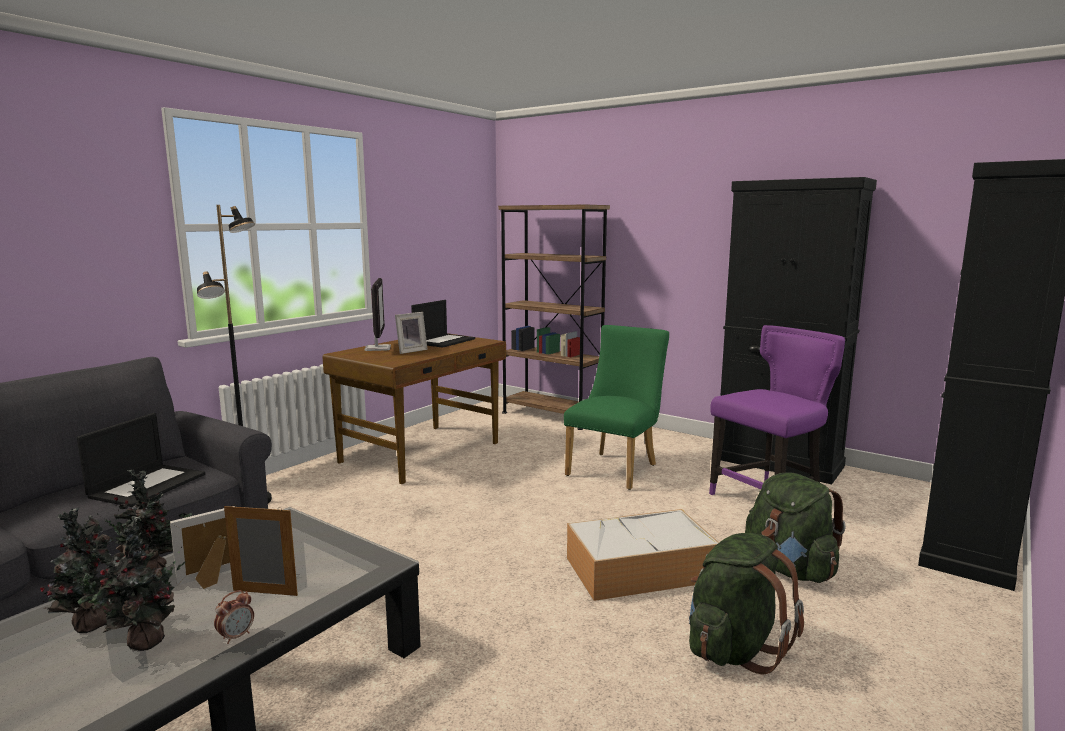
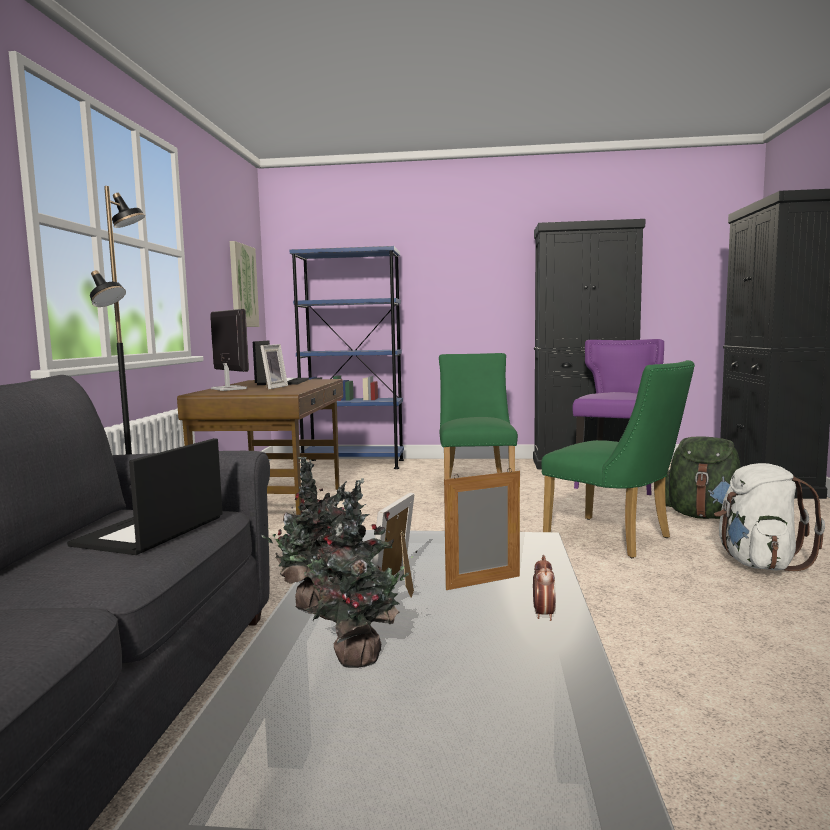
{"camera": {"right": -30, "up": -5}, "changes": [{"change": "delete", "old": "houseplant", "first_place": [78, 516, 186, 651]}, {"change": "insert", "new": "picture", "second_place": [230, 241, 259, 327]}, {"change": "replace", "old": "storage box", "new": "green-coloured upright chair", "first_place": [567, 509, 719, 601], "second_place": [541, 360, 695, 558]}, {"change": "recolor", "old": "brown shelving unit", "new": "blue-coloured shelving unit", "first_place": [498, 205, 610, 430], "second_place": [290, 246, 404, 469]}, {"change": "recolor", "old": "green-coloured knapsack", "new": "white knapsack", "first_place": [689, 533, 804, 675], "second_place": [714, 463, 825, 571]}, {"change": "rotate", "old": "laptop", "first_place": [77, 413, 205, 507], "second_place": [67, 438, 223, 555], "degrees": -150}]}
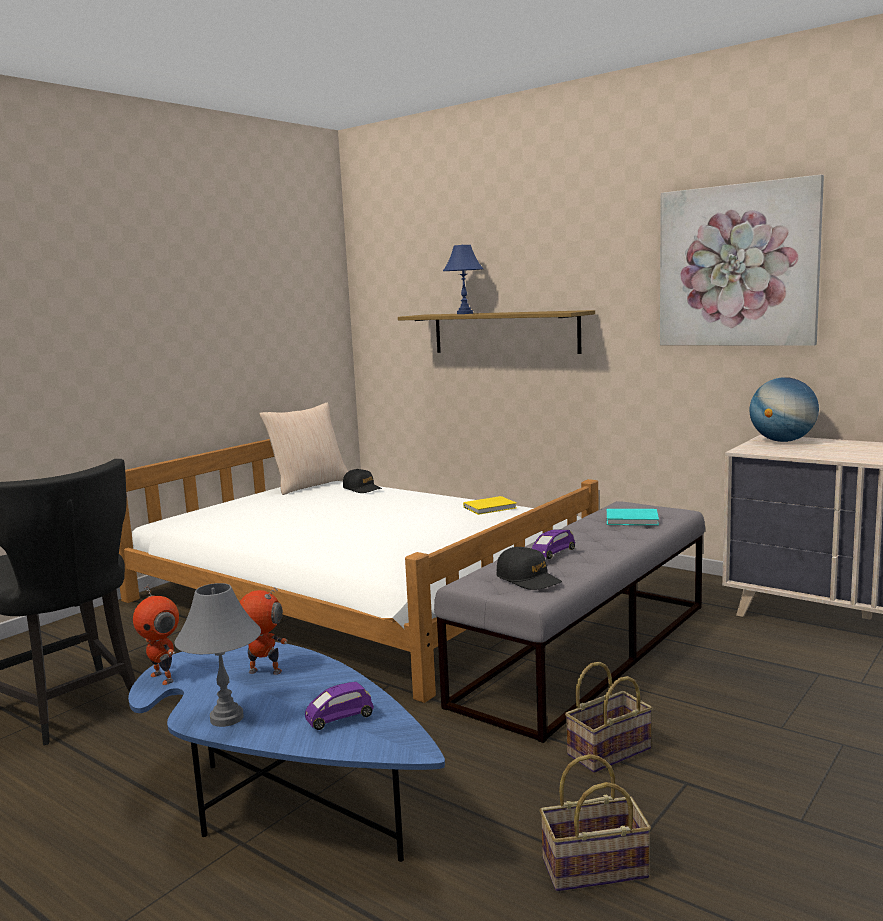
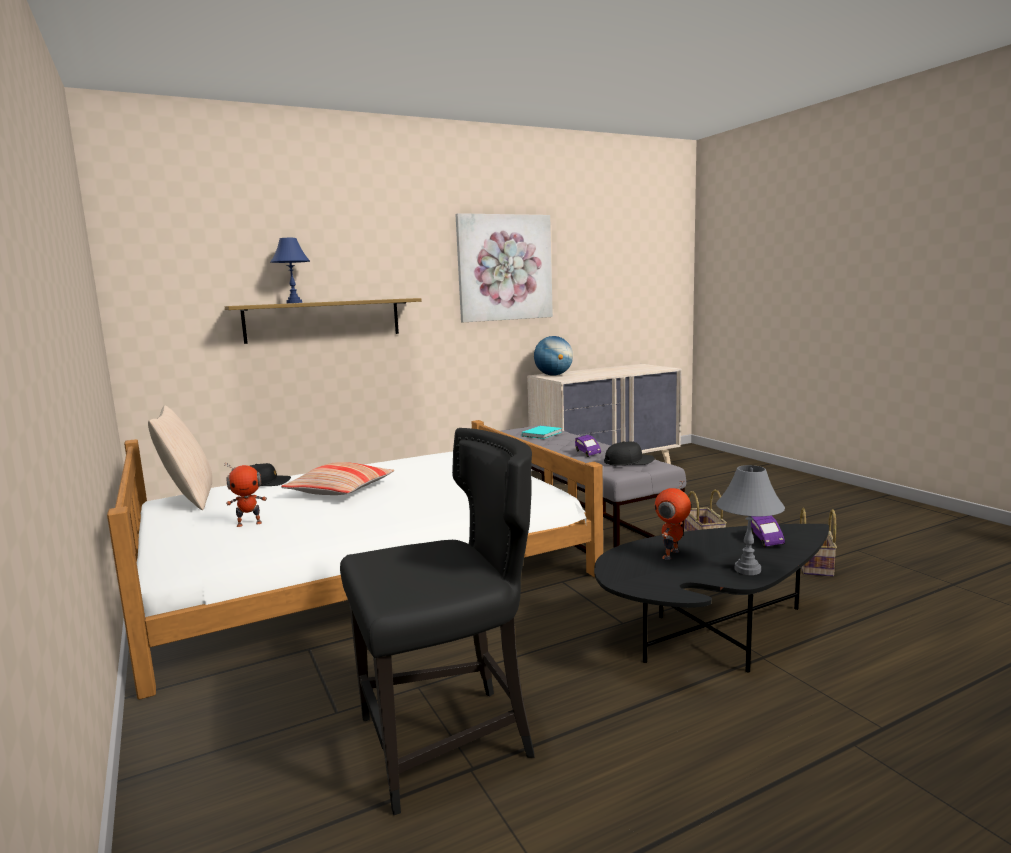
{"camera": {"right": -65, "up": 0}, "changes": [{"change": "delete", "old": "yellow volume", "first_place": [463, 496, 517, 515]}, {"change": "insert", "new": "pillow", "second_place": [281, 462, 394, 495]}, {"change": "move", "old": "model robot", "first_place": [133, 584, 179, 685], "second_place": [224, 462, 267, 527]}, {"change": "recolor", "old": "blue-coloured low table", "new": "black-coloured low table", "first_place": [128, 642, 445, 862], "second_place": [594, 524, 829, 672]}]}
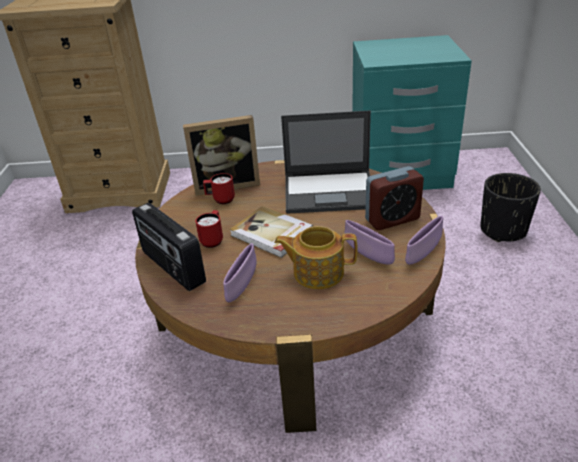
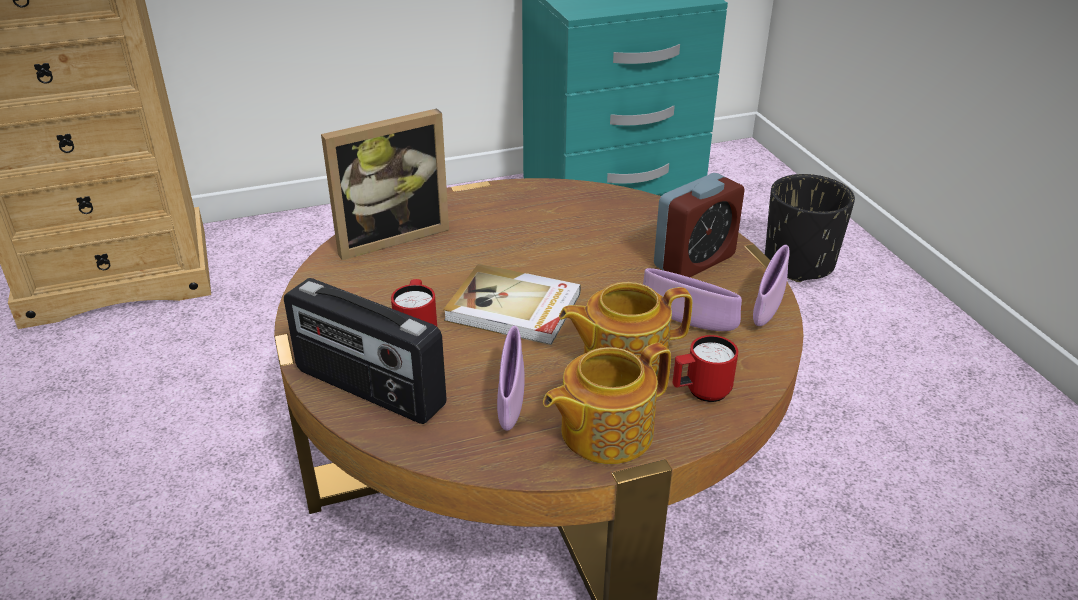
{"camera": {"right": -20, "up": 0}, "changes": [{"change": "delete", "old": "laptop", "first_place": [281, 110, 371, 214]}, {"change": "insert", "new": "tea pot", "second_place": [543, 343, 671, 464]}, {"change": "move", "old": "reddish tea mug", "first_place": [203, 173, 235, 204], "second_place": [673, 335, 738, 402]}]}
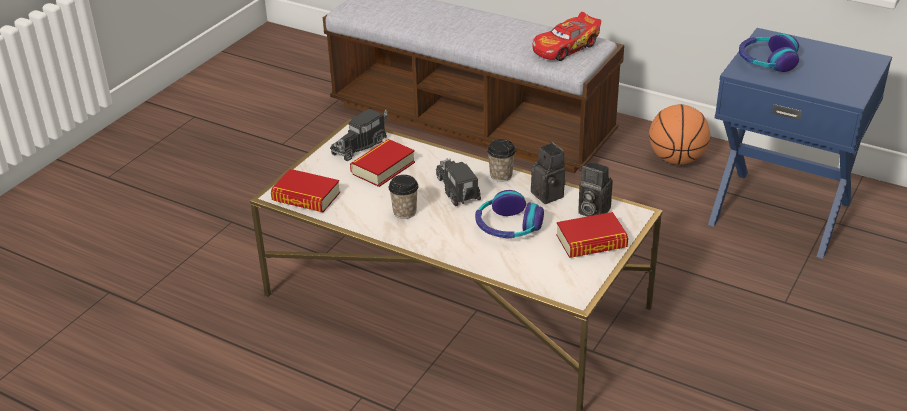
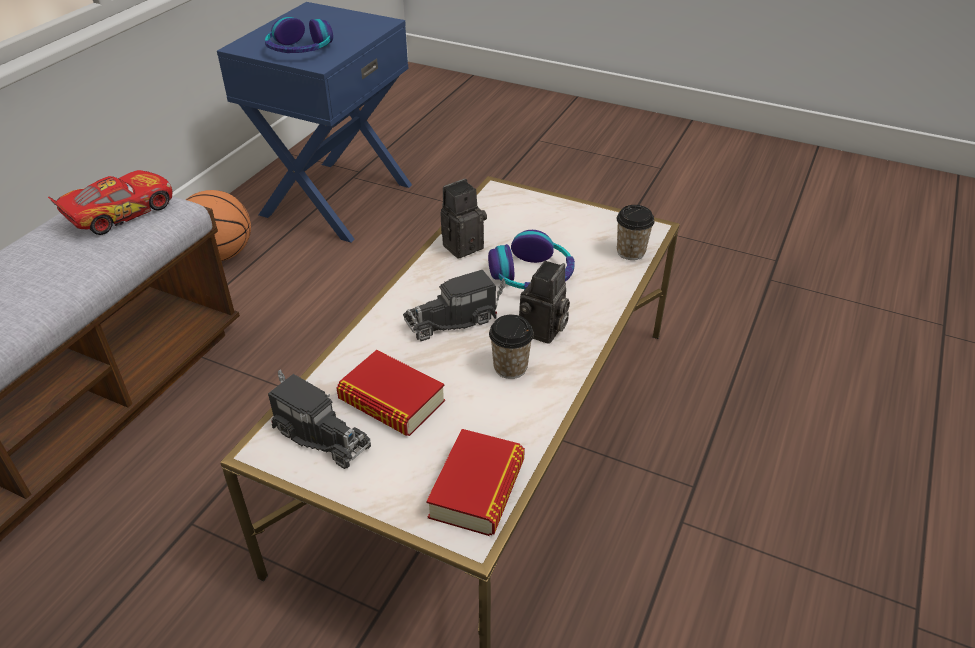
{"camera": {"right": -95, "up": 5}, "changes": [{"change": "delete", "old": "volume", "first_place": [556, 212, 628, 258]}, {"change": "move", "old": "cup", "first_place": [487, 139, 516, 182], "second_place": [617, 205, 655, 260]}, {"change": "move", "old": "still camera", "first_place": [578, 161, 613, 217], "second_place": [519, 261, 570, 344]}, {"change": "rotate", "old": "toy car", "first_place": [532, 12, 601, 61], "second_place": [48, 170, 172, 235], "degrees": -90}]}
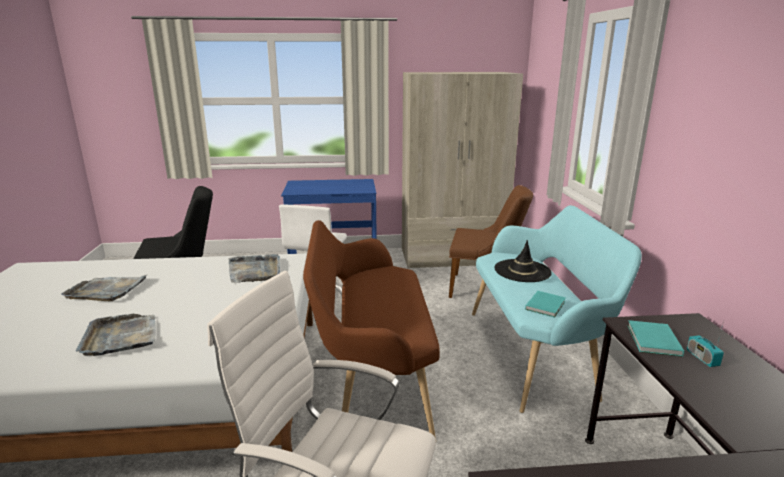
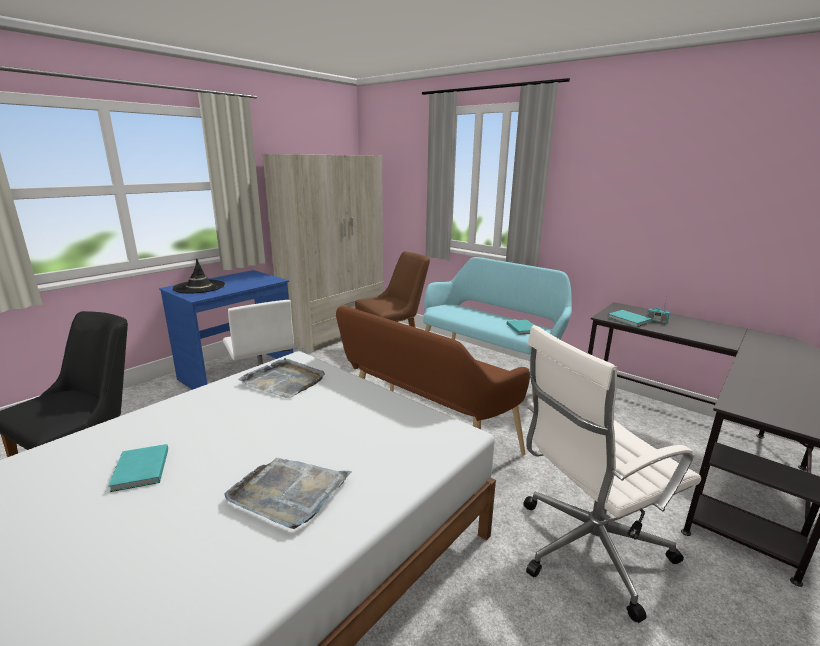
{"camera": {"right": -45, "up": 0}, "changes": [{"change": "move", "old": "black-coloured hat", "first_place": [495, 240, 552, 282], "second_place": [173, 258, 225, 294]}, {"change": "replace", "old": "grey serving tray", "new": "turquoise-coloured volume", "first_place": [61, 275, 147, 301], "second_place": [108, 444, 168, 492]}]}
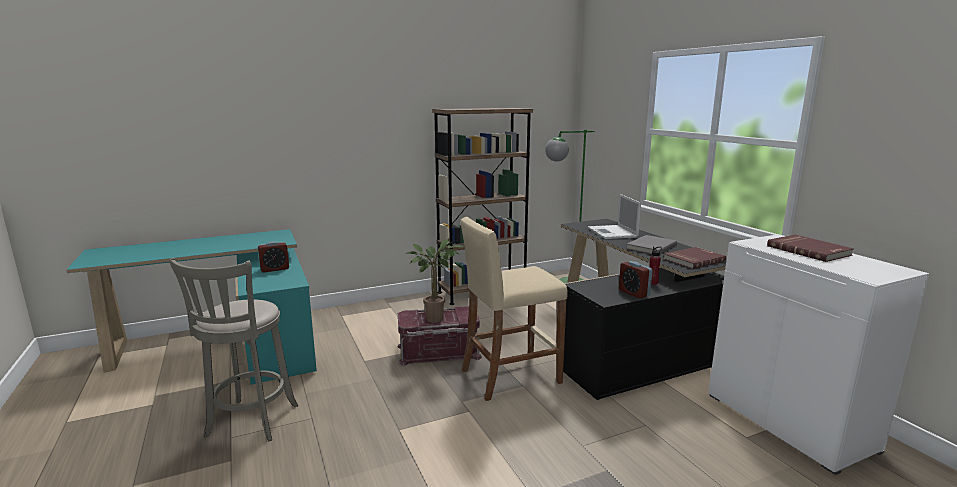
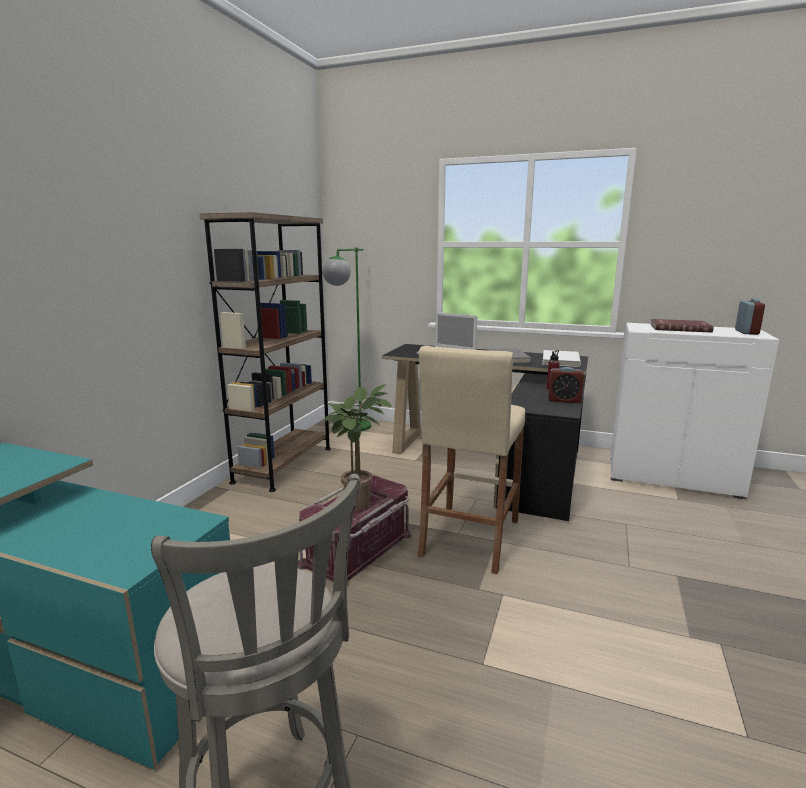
{"camera": {"right": -45, "up": 0}, "changes": [{"change": "move", "old": "table clock", "first_place": [258, 241, 289, 272], "second_place": [735, 298, 765, 335]}, {"change": "recolor", "old": "reddish volume", "new": "white volume", "first_place": [664, 247, 726, 269], "second_place": [542, 350, 581, 367]}]}
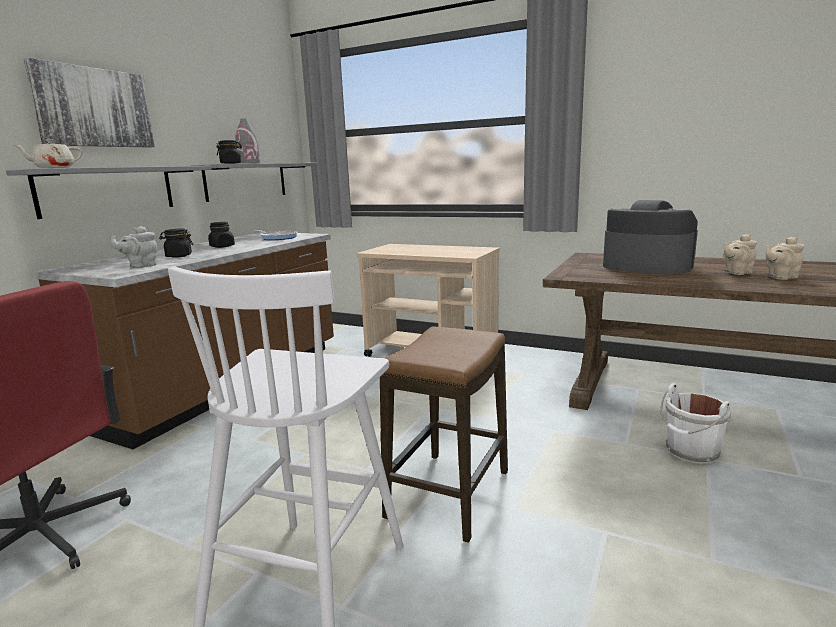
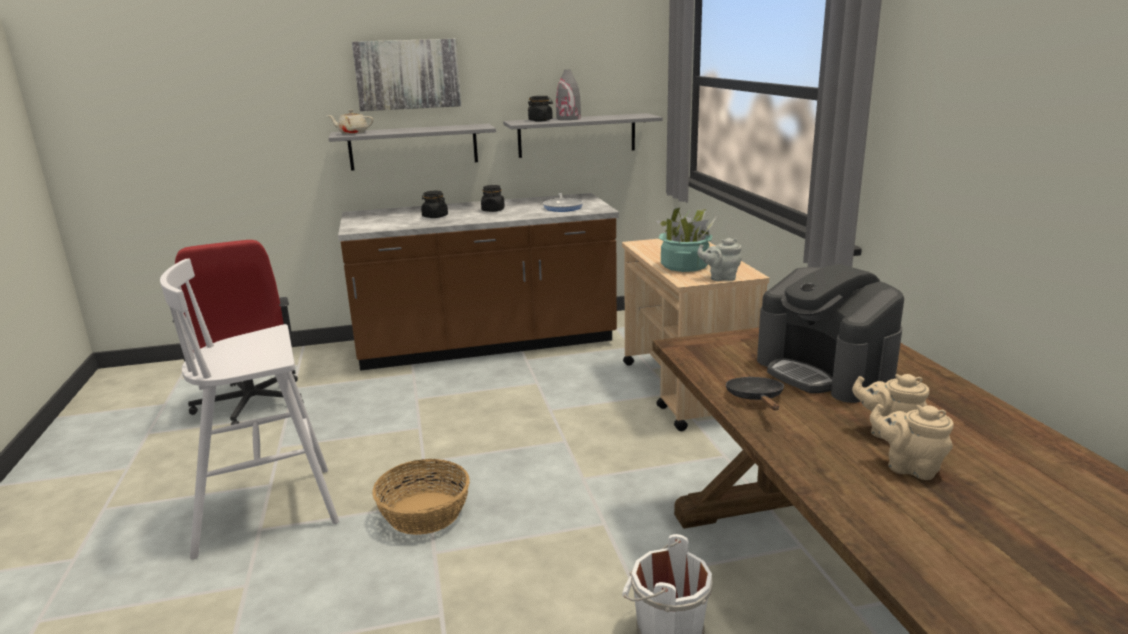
{"camera": {"right": 50, "up": 5}, "changes": [{"change": "insert", "new": "houseplant", "second_place": [657, 207, 716, 272]}, {"change": "insert", "new": "black-coloured pan", "second_place": [726, 377, 784, 410]}, {"change": "move", "old": "grey tea pot", "first_place": [111, 226, 157, 268], "second_place": [697, 238, 742, 281]}, {"change": "replace", "old": "stool seat", "new": "storage basket", "first_place": [380, 326, 508, 543], "second_place": [372, 459, 470, 535]}, {"change": "rotate", "old": "coffee maker", "first_place": [603, 200, 698, 274], "second_place": [757, 264, 904, 403], "degrees": 150}]}
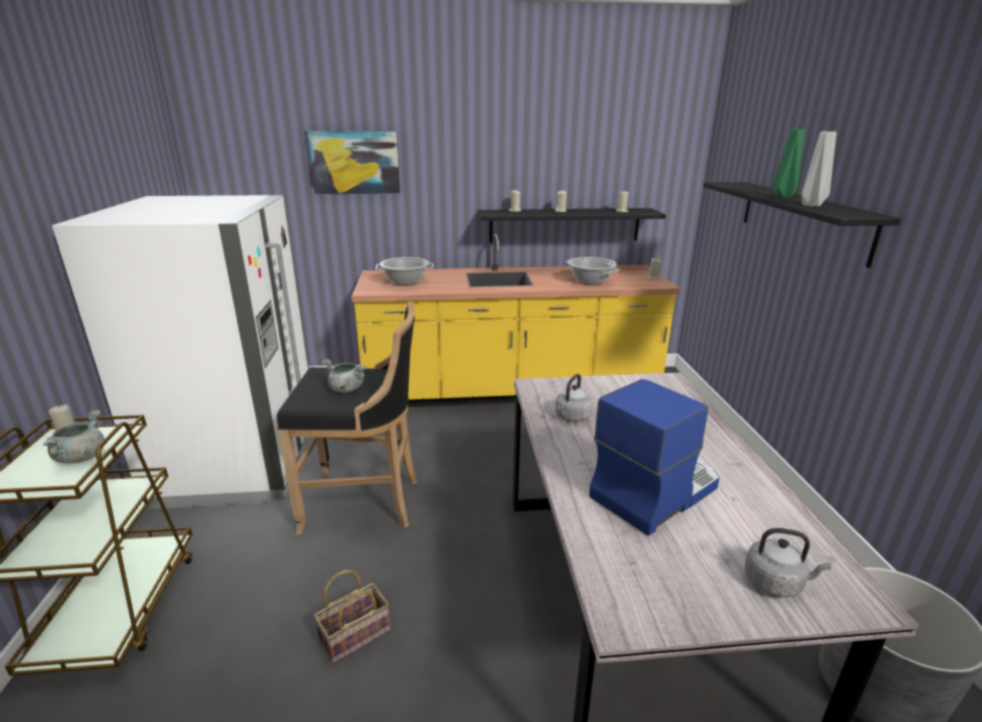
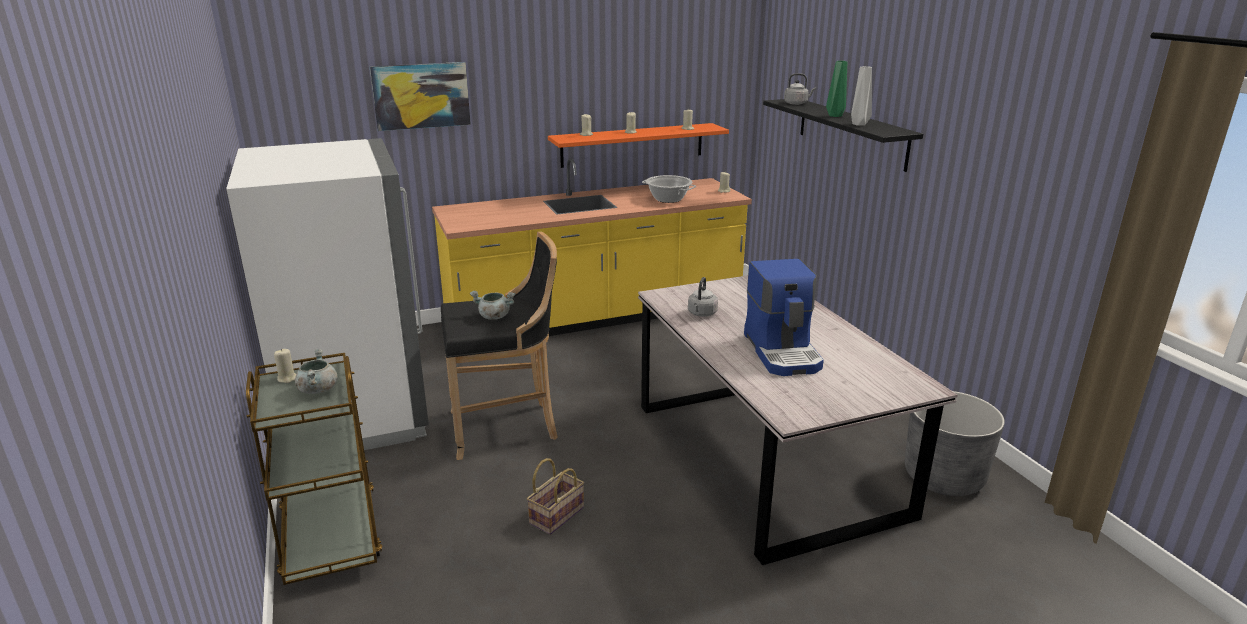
{"camera": {"right": -15, "up": 0}, "changes": [{"change": "delete", "old": "stockpot", "first_place": [375, 257, 434, 286]}, {"change": "move", "old": "grey tea kettle", "first_place": [745, 528, 831, 597], "second_place": [784, 73, 816, 105]}, {"change": "recolor", "old": "black-coloured shelf", "new": "orange shelf", "first_place": [477, 208, 666, 243], "second_place": [548, 123, 729, 168]}, {"change": "rotate", "old": "coffee maker", "first_place": [589, 379, 720, 536], "second_place": [744, 259, 824, 376], "degrees": 135}]}
